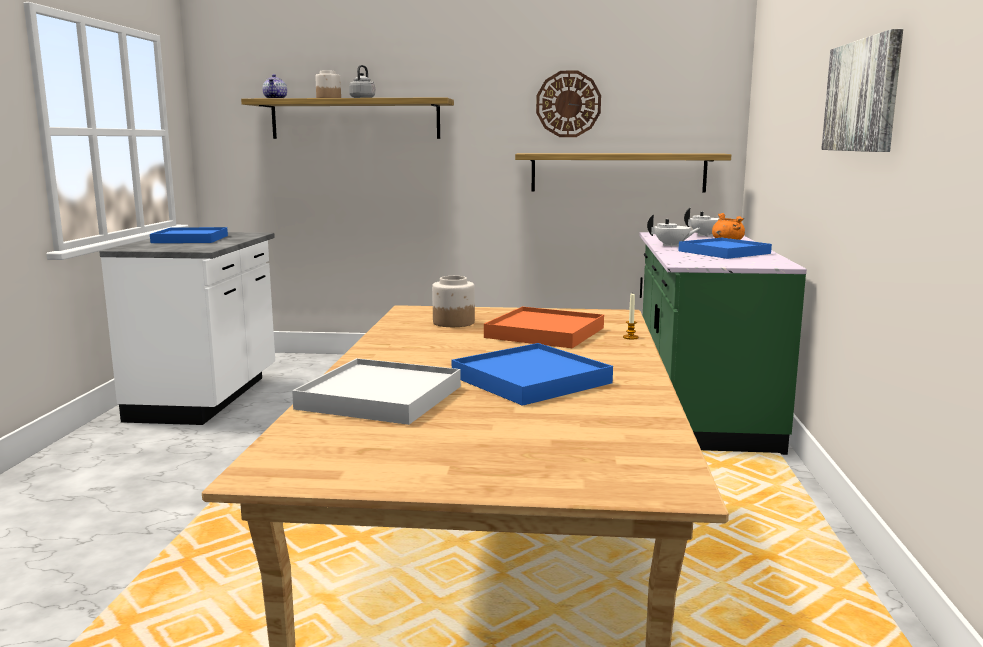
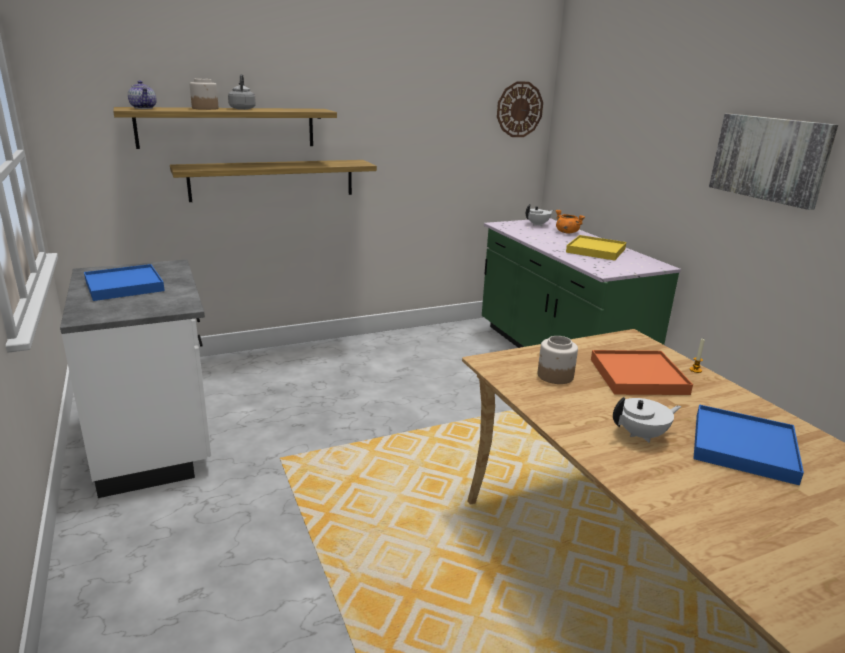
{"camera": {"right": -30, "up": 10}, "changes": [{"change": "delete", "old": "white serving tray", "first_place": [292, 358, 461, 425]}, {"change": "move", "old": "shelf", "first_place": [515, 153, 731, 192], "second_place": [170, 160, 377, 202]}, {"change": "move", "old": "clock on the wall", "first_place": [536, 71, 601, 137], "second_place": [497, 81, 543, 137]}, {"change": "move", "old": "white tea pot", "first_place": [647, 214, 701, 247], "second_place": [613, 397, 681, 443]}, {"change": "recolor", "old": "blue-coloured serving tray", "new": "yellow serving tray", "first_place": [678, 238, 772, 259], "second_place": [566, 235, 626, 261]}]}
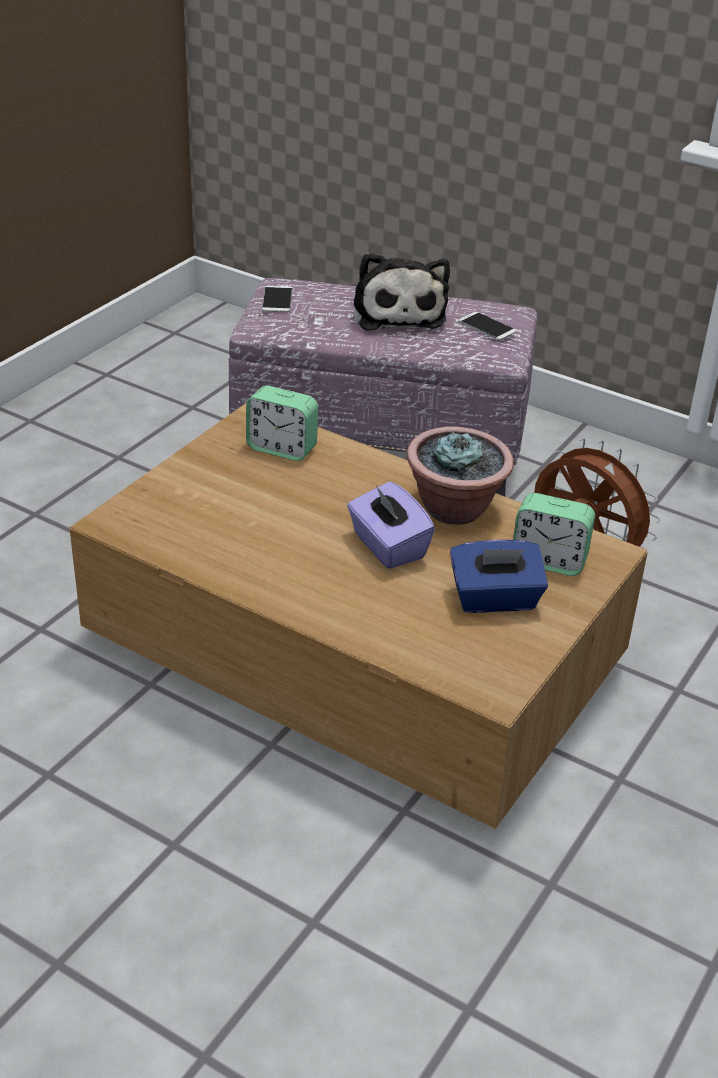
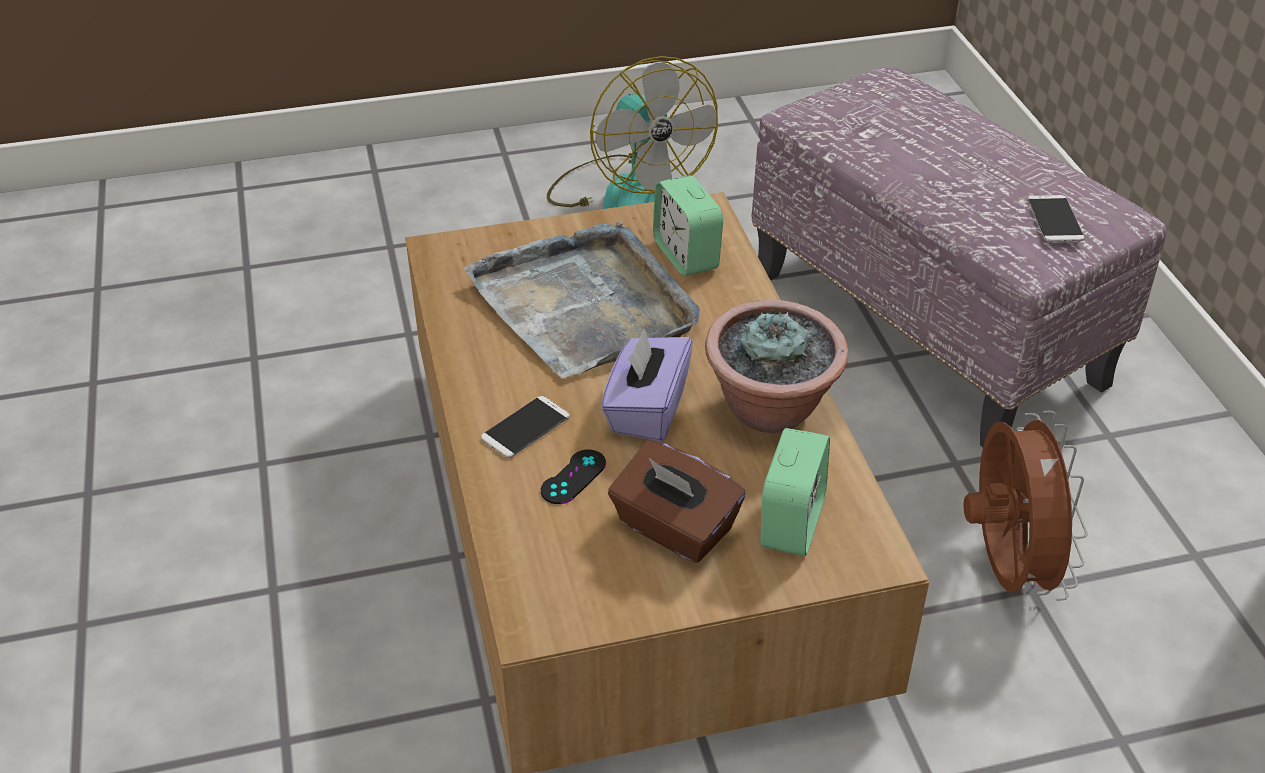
{"camera": {"right": 45, "up": 5}, "changes": [{"change": "delete", "old": "plush toy", "first_place": [354, 252, 450, 331]}, {"change": "insert", "new": "grey serving tray", "second_place": [464, 222, 699, 378]}, {"change": "insert", "new": "black-coloured gamepad", "second_place": [541, 450, 606, 504]}, {"change": "insert", "new": "fan", "second_place": [547, 56, 718, 209]}, {"change": "move", "old": "handset", "first_place": [262, 285, 292, 312], "second_place": [481, 396, 570, 458]}, {"change": "recolor", "old": "blue-coloured tissue holder", "new": "brown tissue holder", "first_place": [450, 540, 548, 613], "second_place": [608, 440, 746, 563]}, {"change": "rotate", "old": "table clock", "first_place": [513, 493, 595, 576], "second_place": [761, 428, 830, 556], "degrees": -135}]}
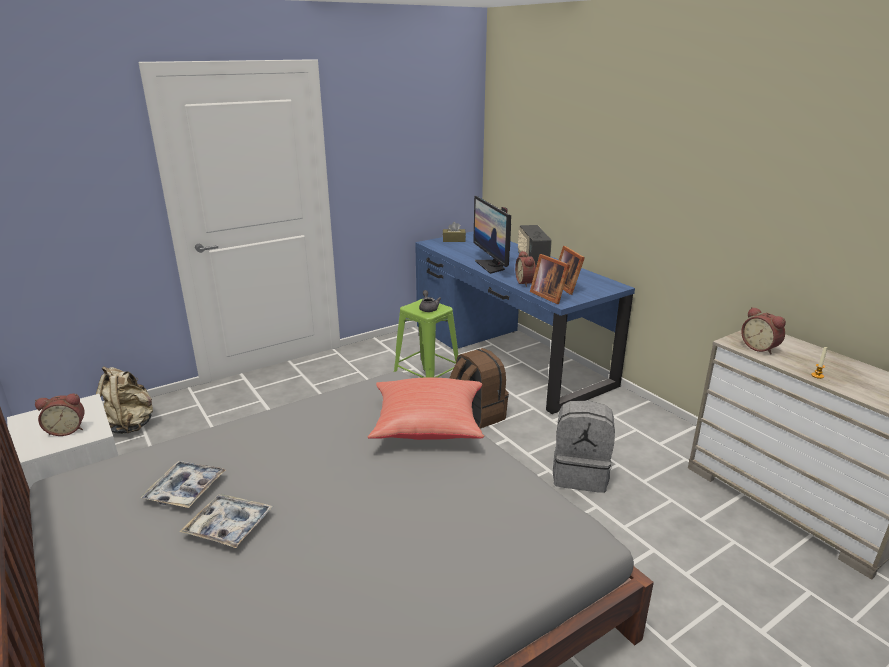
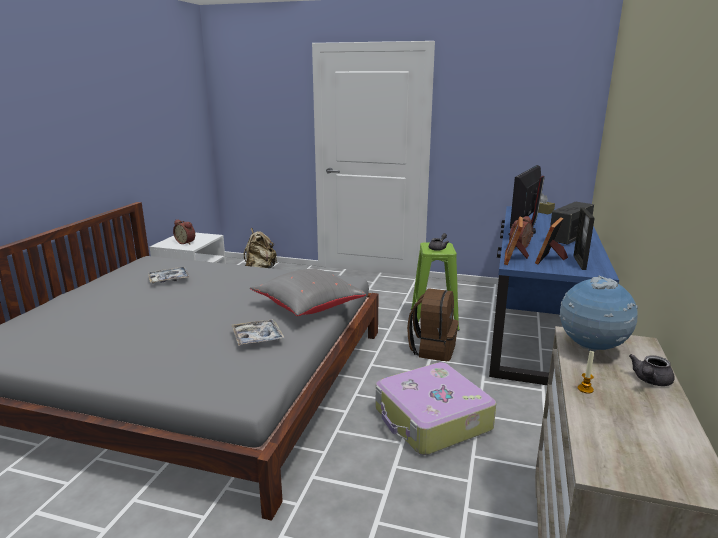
{"camera": {"right": 50, "up": -5}, "changes": [{"change": "insert", "new": "picture frame", "second_place": [573, 208, 595, 270]}, {"change": "insert", "new": "grey tea pot", "second_place": [629, 354, 675, 386]}, {"change": "move", "old": "serving tray", "first_place": [179, 494, 273, 548], "second_place": [232, 319, 284, 346]}, {"change": "replace", "old": "grey knapsack", "new": "suitcase", "first_place": [553, 401, 615, 493], "second_place": [375, 362, 496, 455]}, {"change": "replace", "old": "table clock", "new": "world globe", "first_place": [741, 307, 786, 354], "second_place": [559, 276, 638, 352]}, {"change": "recolor", "old": "reddish pillow", "new": "grey pillow", "first_place": [368, 377, 484, 440], "second_place": [250, 269, 366, 316]}]}
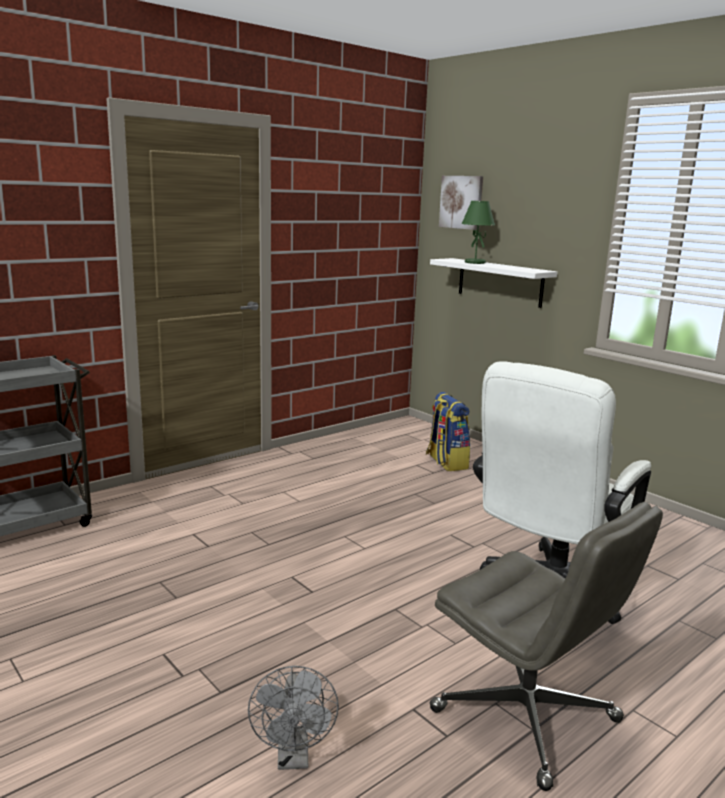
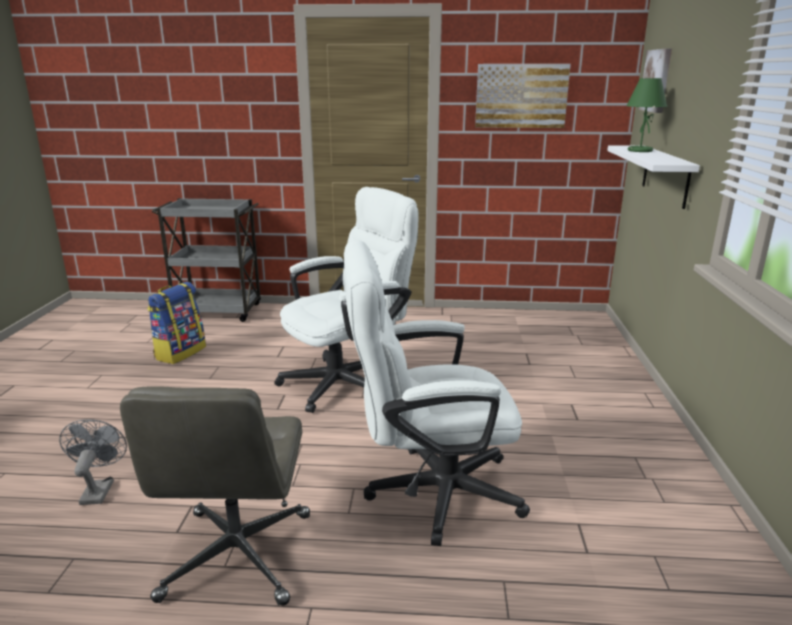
{"camera": {"right": 45, "up": 5}, "changes": [{"change": "insert", "new": "white office chair", "second_place": [274, 187, 419, 413]}, {"change": "insert", "new": "picture", "second_place": [475, 64, 571, 128]}, {"change": "move", "old": "knapsack", "first_place": [426, 392, 470, 471], "second_place": [147, 282, 206, 364]}, {"change": "rotate", "old": "grey fan", "first_place": [248, 666, 339, 770], "second_place": [59, 419, 127, 505], "degrees": 135}]}
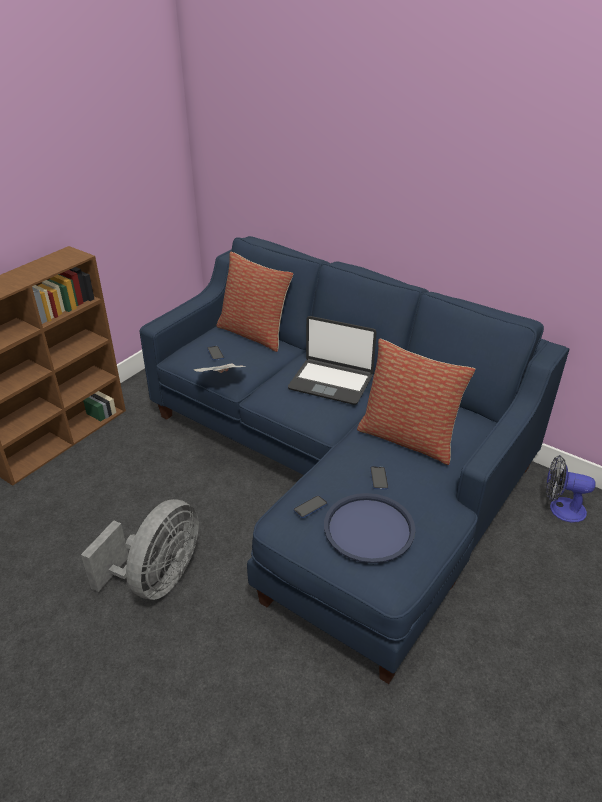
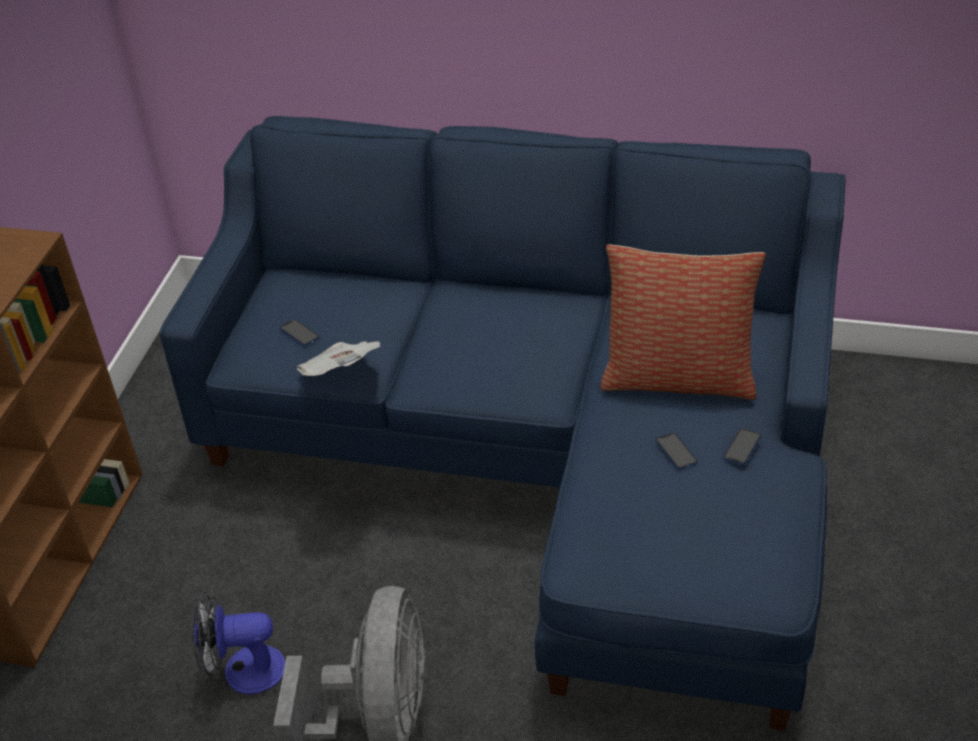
{"camera": {"right": -20, "up": 5}, "changes": [{"change": "delete", "old": "pillow", "first_place": [217, 252, 293, 352]}, {"change": "delete", "old": "laptop", "first_place": [288, 316, 376, 405]}, {"change": "delete", "old": "blue-coloured serving tray", "first_place": [324, 493, 416, 563]}, {"change": "move", "old": "handset", "first_place": [293, 495, 327, 518], "second_place": [723, 428, 761, 465]}, {"change": "move", "old": "fan", "first_place": [546, 455, 596, 522], "second_place": [192, 592, 285, 694]}]}
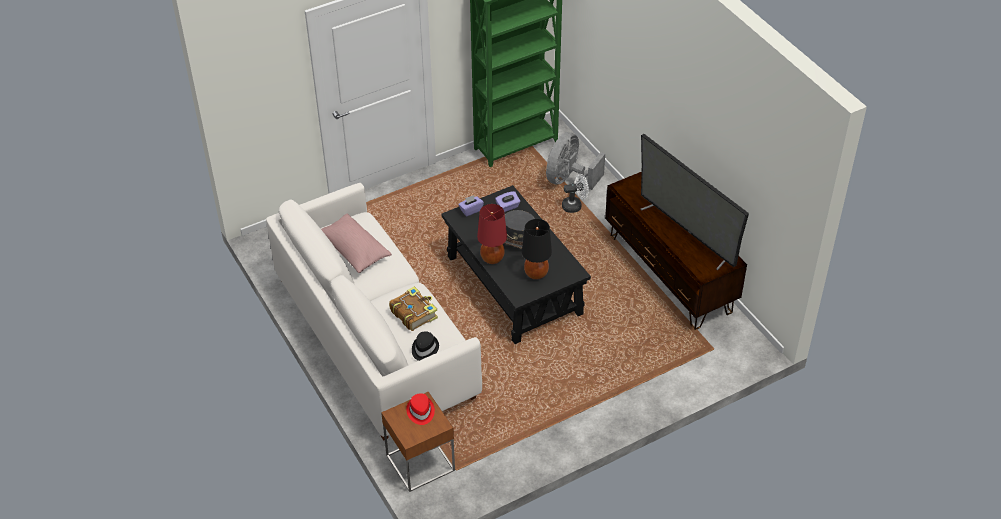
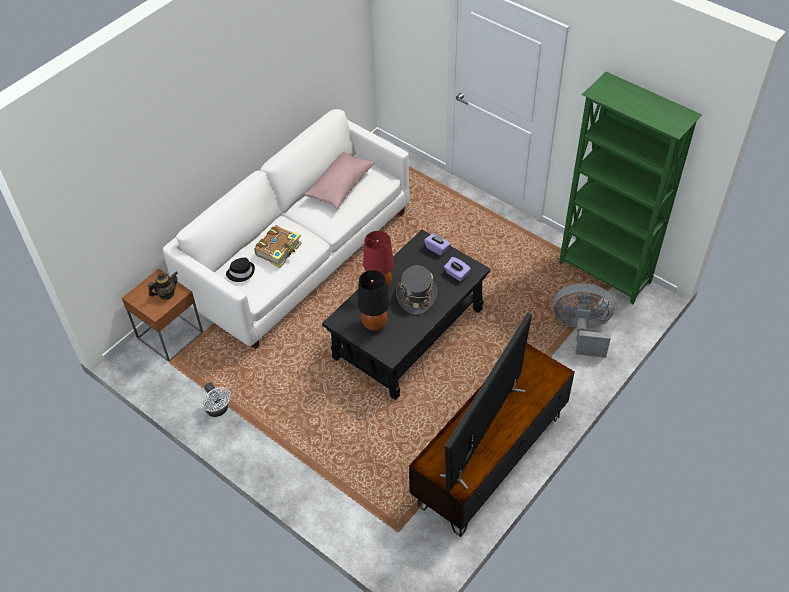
{"camera": {"right": 70, "up": 5}, "changes": [{"change": "move", "old": "white fan", "first_place": [562, 174, 589, 213], "second_place": [203, 382, 231, 417]}, {"change": "replace", "old": "reddish hat", "new": "tea pot", "first_place": [406, 393, 435, 425], "second_place": [148, 272, 178, 299]}]}
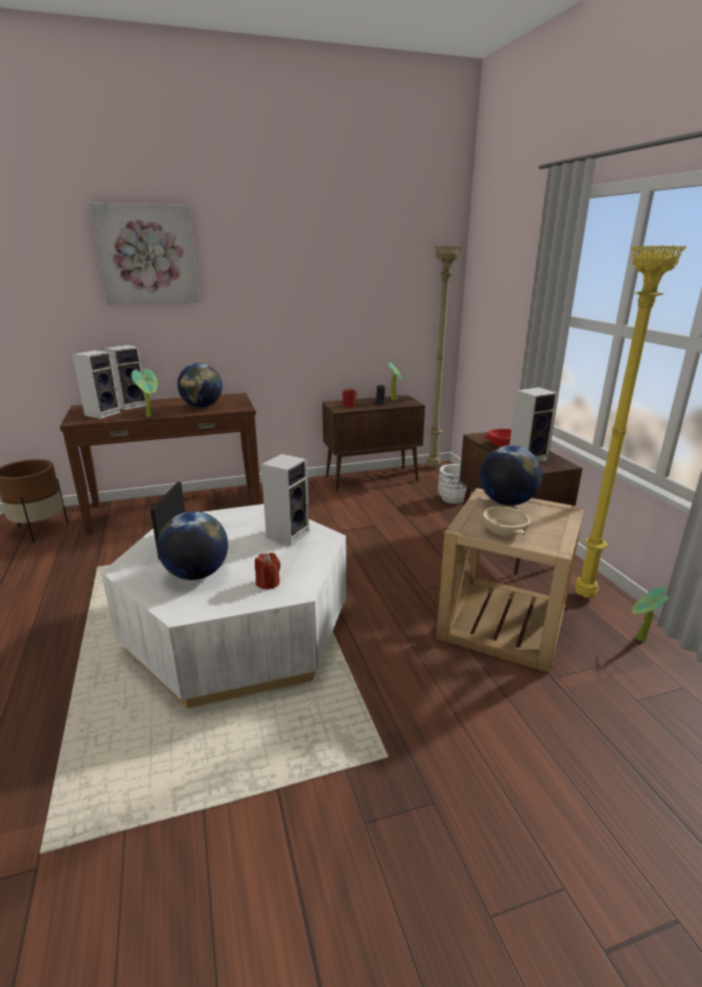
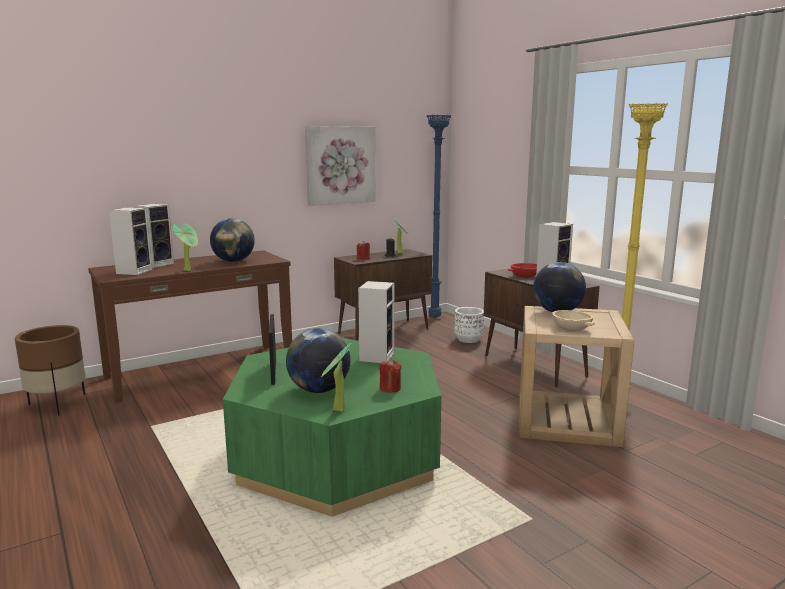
{"camera": {"right": -15, "up": -10}, "changes": [{"change": "move", "old": "picture", "first_place": [89, 202, 200, 305], "second_place": [305, 126, 376, 206]}, {"change": "move", "old": "houseplant", "first_place": [632, 587, 669, 642], "second_place": [321, 343, 351, 412]}, {"change": "recolor", "old": "white low table", "new": "green-coloured low table", "first_place": [101, 504, 346, 708], "second_place": [223, 338, 441, 517]}, {"change": "recolor", "old": "beige standing lamp", "new": "blue-coloured standing lamp", "first_place": [426, 245, 462, 467], "second_place": [427, 115, 451, 318]}]}
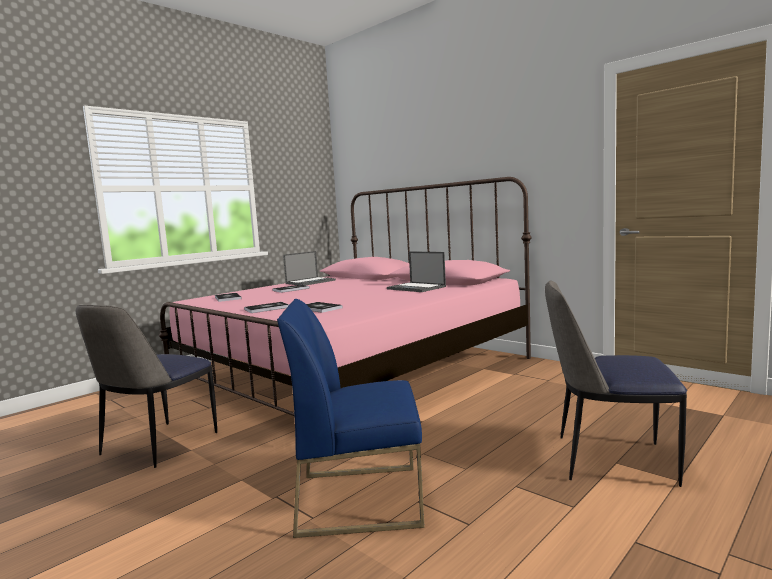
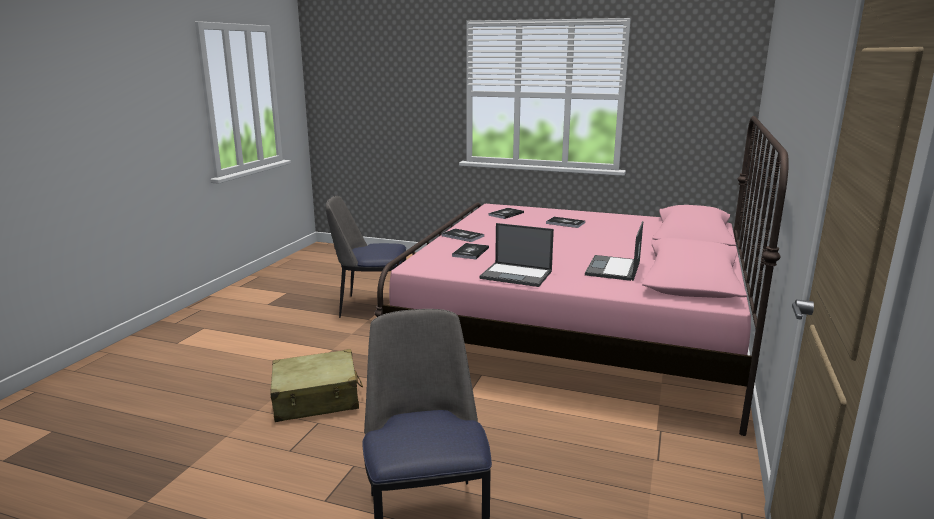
{"camera": {"right": 65, "up": 10}, "changes": [{"change": "move", "old": "laptop", "first_place": [283, 251, 336, 285], "second_place": [479, 223, 554, 287]}, {"change": "replace", "old": "blue-coloured upright chair", "new": "beige suitcase", "first_place": [277, 299, 424, 538], "second_place": [270, 349, 363, 422]}]}
